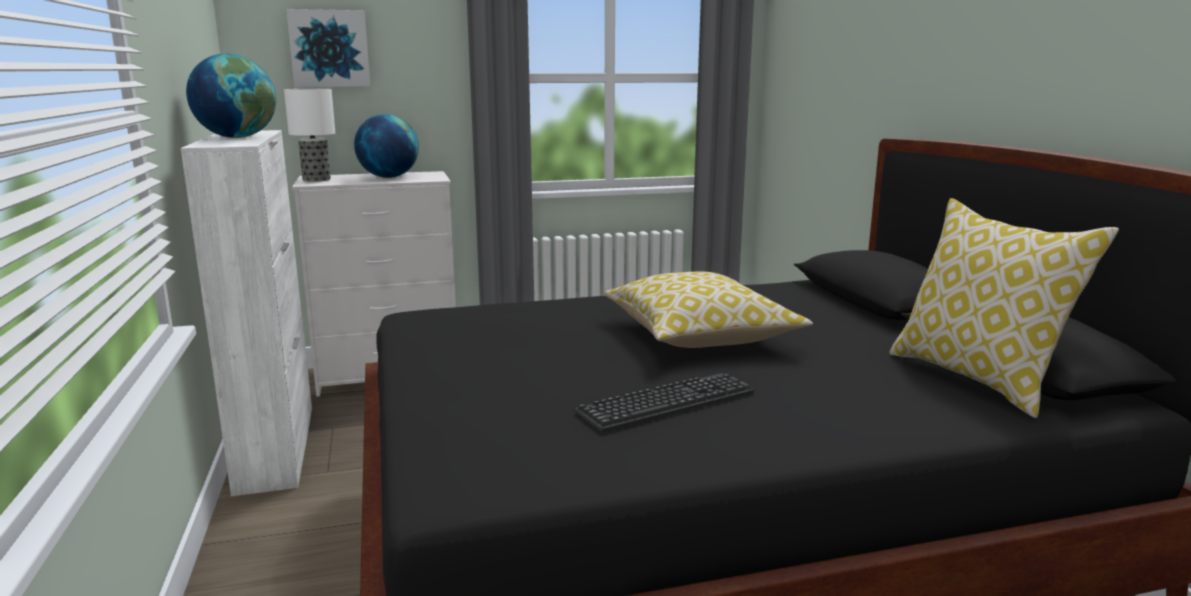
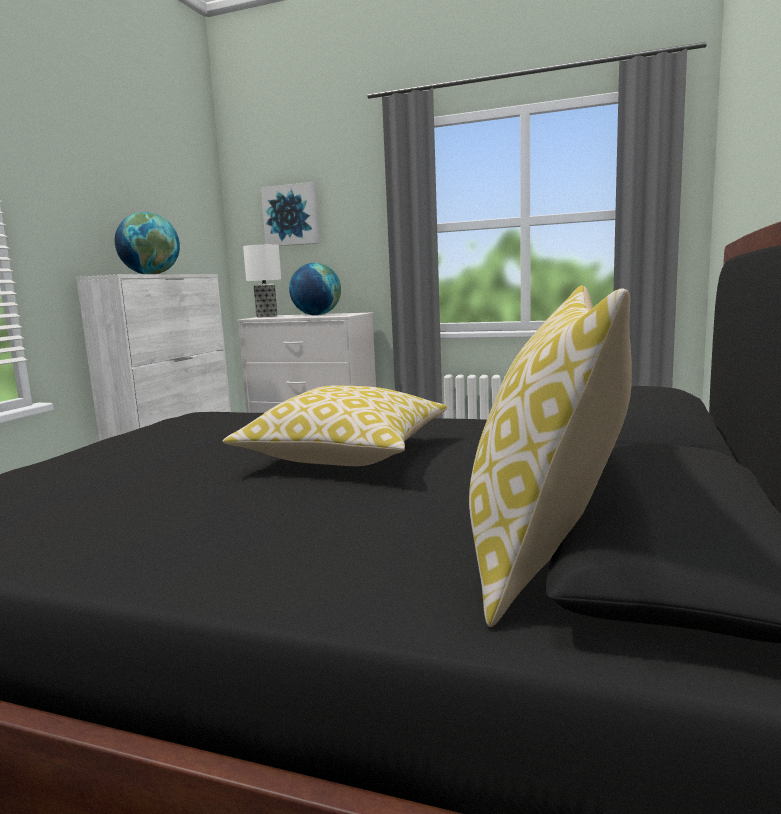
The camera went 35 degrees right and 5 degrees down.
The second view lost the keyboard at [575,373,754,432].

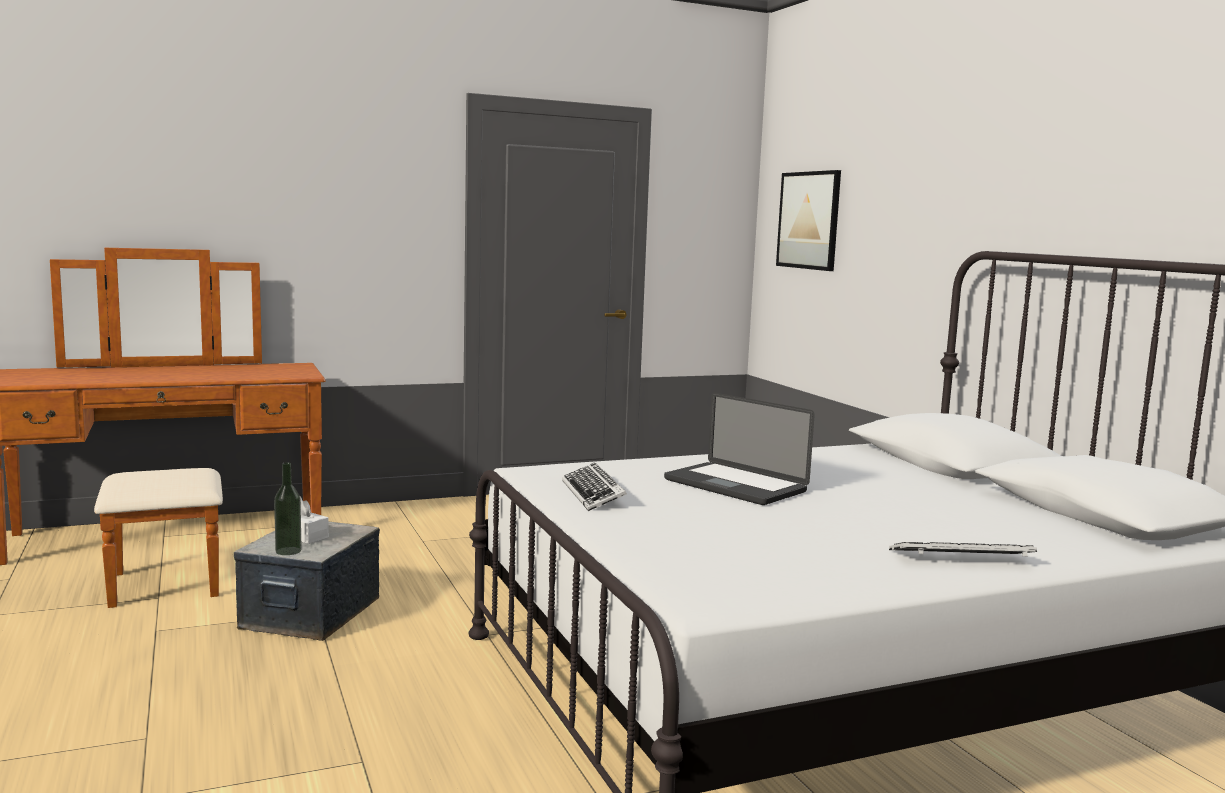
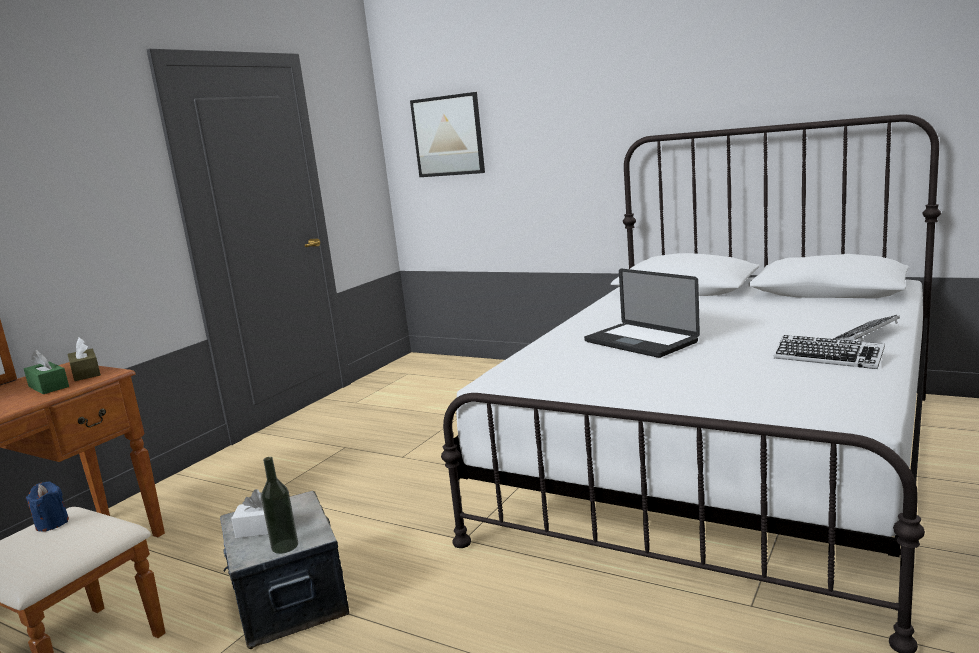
The camera went 35 degrees left and 5 degrees up.
The notebook computer at [664,393,815,505] ended up facing another way, 45 degrees clockwise from before.
The keyboard ended up elsewhere, having gone from [562,462,627,511] to [774,335,885,369].
The second view gained the tissue holder in brown-coloured at [67,337,101,381].
The second view gained the tissue holder in green at [24,350,69,394].
The second view gained the wax light in blue at [26,482,69,532].

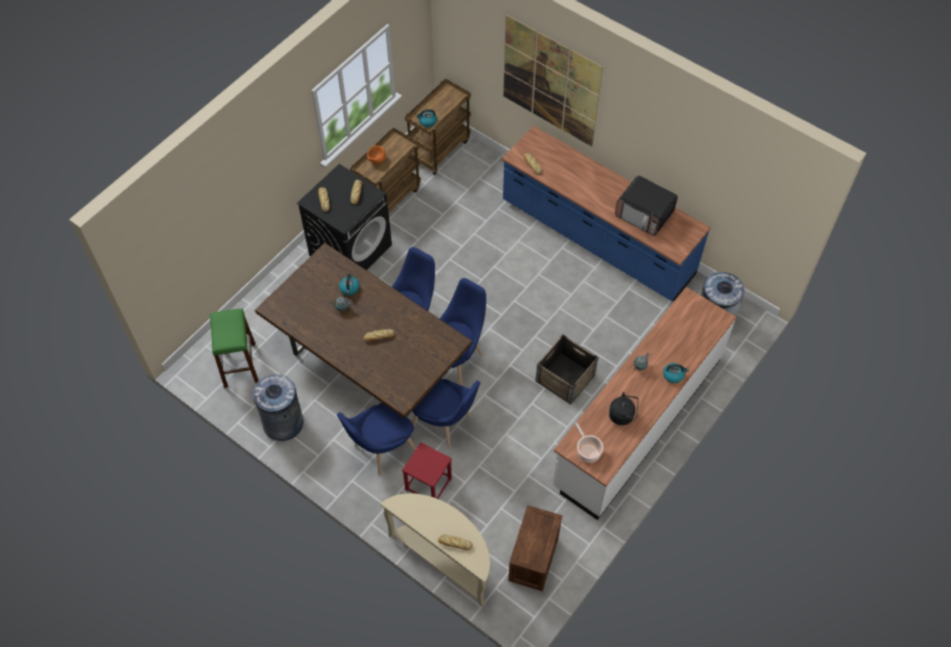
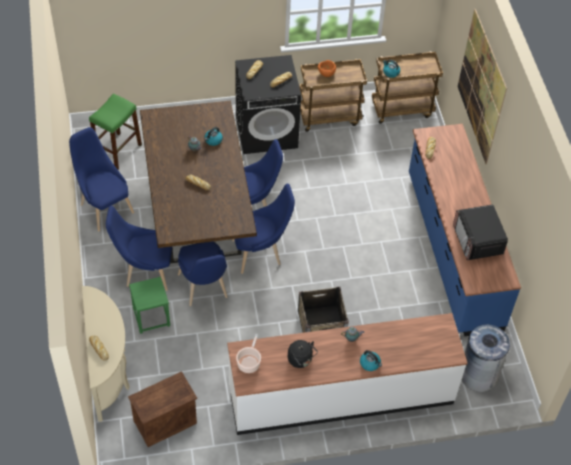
The camera went 40 degrees right and 5 degrees down.
Where the rubbish bin in grey stood at [253,374,304,441], the upright chair in blue came to stand at [69,127,134,231].
What was the sitting stool in red at [402,442,452,499] turned into the sitting stool in green at [129,277,170,334].

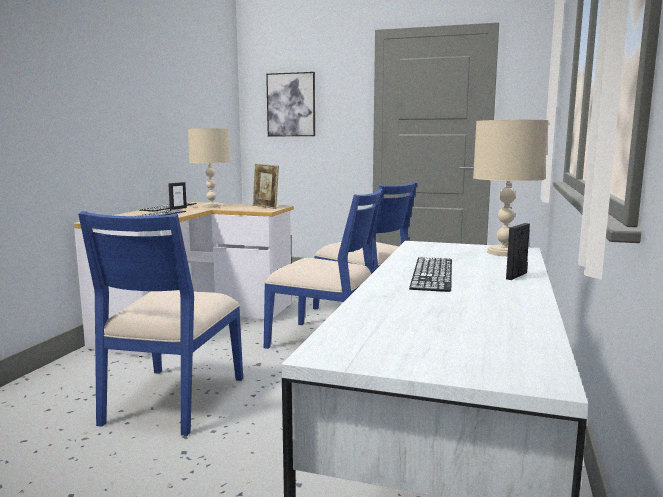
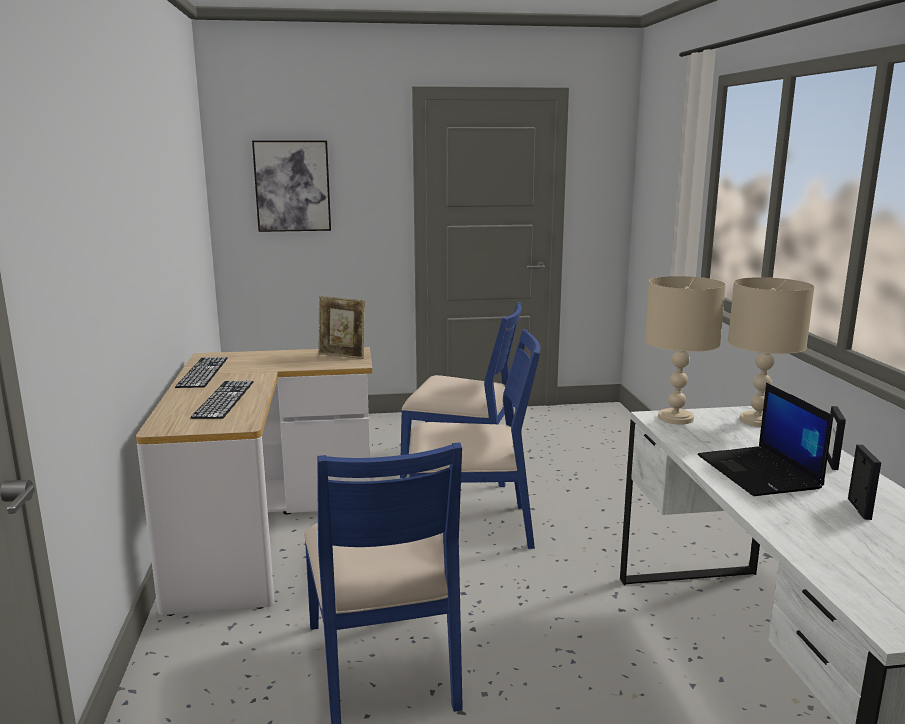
The camera went 25 degrees left and 5 degrees up.
The table lamp in beige-coloured ended up elsewhere, having gone from [188,128,230,208] to [644,276,726,425].
The standing frame ended up elsewhere, having gone from [168,182,187,210] to [848,445,881,520].
Where the keyboard stood at [409,257,452,292], the notebook computer came to stand at [697,383,833,496].

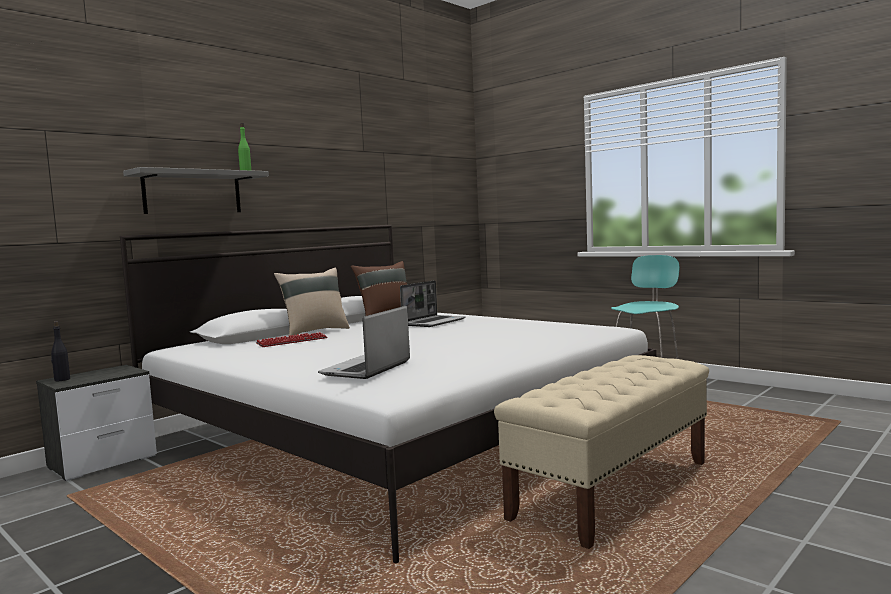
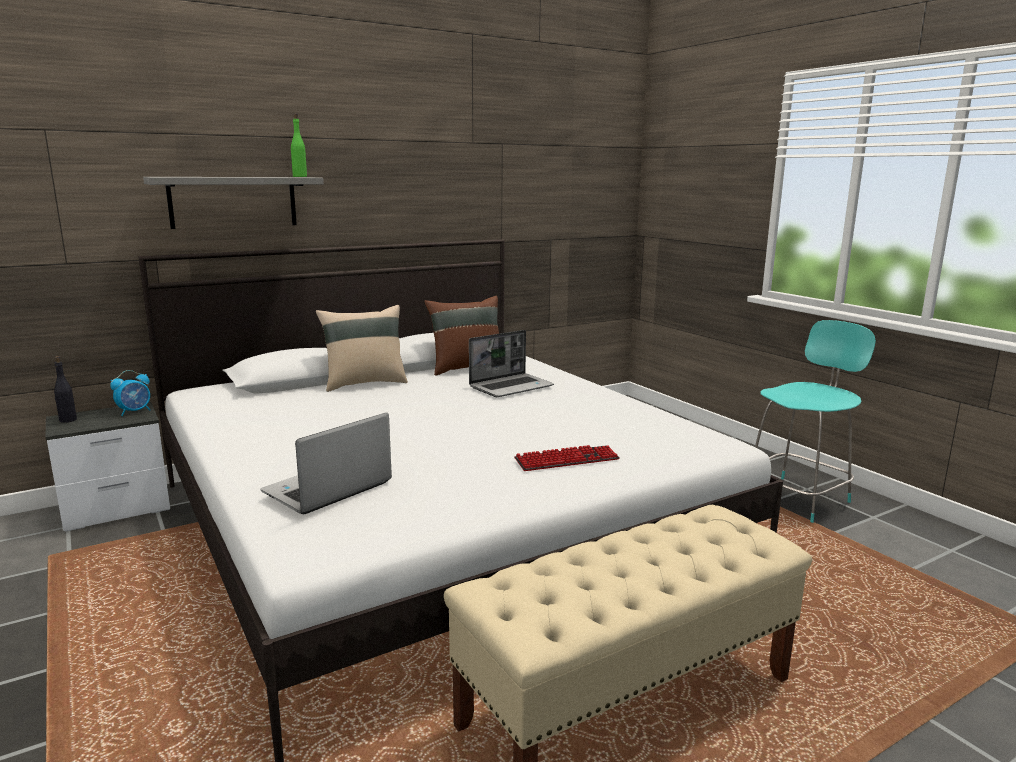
The camera went 15 degrees right and 10 degrees up.
The keyboard ended up elsewhere, having gone from [256,332,327,347] to [515,445,620,471].
The second view gained the table clock at [110,370,150,416].

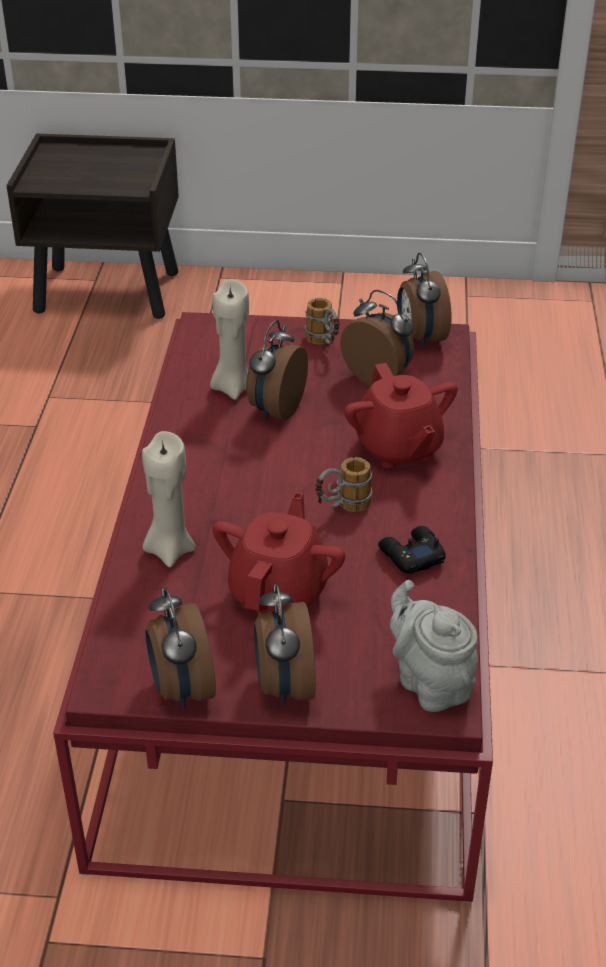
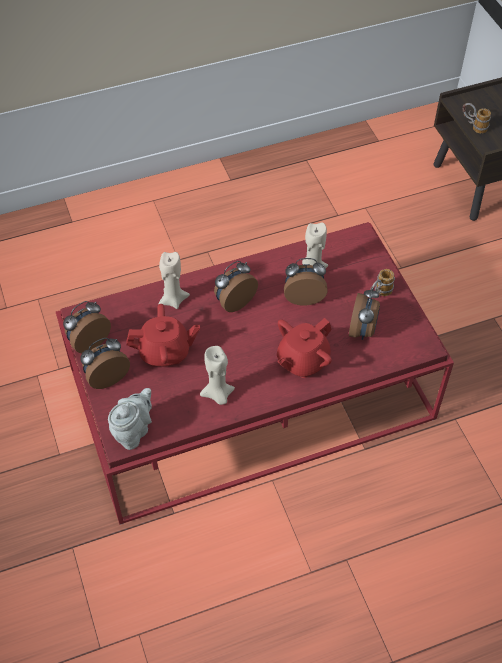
The camera went 65 degrees right and 15 degrees up.
The table clock ended up elsewhere, having gone from [397,253,452,348] to [214,261,258,312].
The tea mug ended up elsewhere, having gone from [315,457,373,512] to [462,103,491,134].
Where the joypad in blackish stood at [378,526,446,574], the wax light in beige-coloured came to stand at [200,346,235,405].

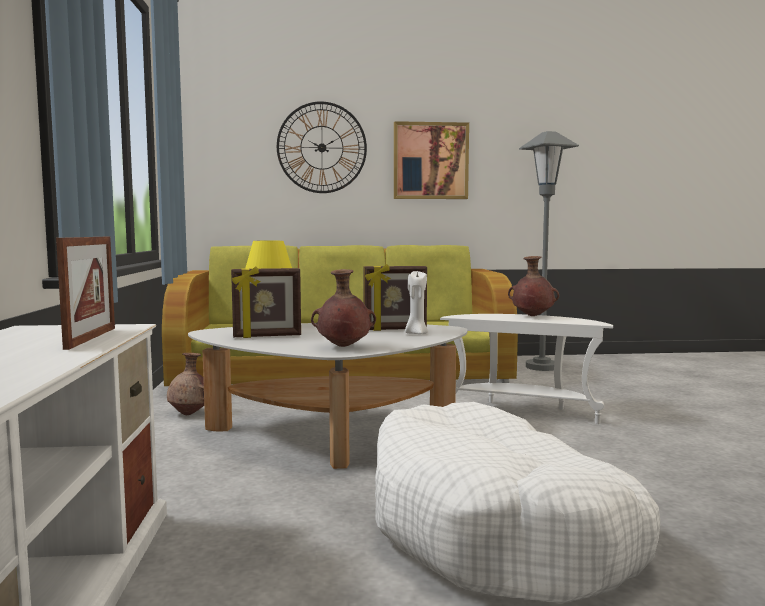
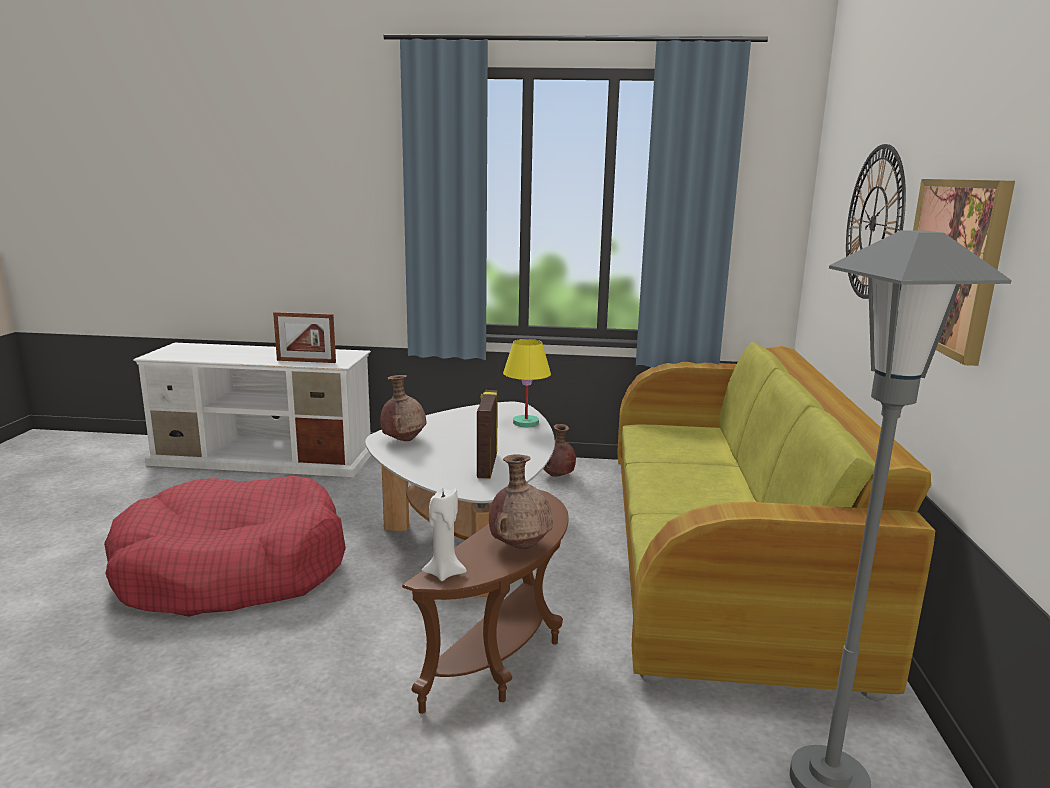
The camera went 100 degrees right and 10 degrees up.
The second view lost the standing frame at [231,266,301,338].
The wax light in whitish ended up elsewhere, having gone from [405,270,428,334] to [422,488,467,581].
What was the side table in whitish at [440,314,613,424] turned into the side table in brown-coloured at [402,490,569,714].
What was the dog cushion in whitish at [375,402,661,604] turned into the dog cushion in red at [104,476,346,617].

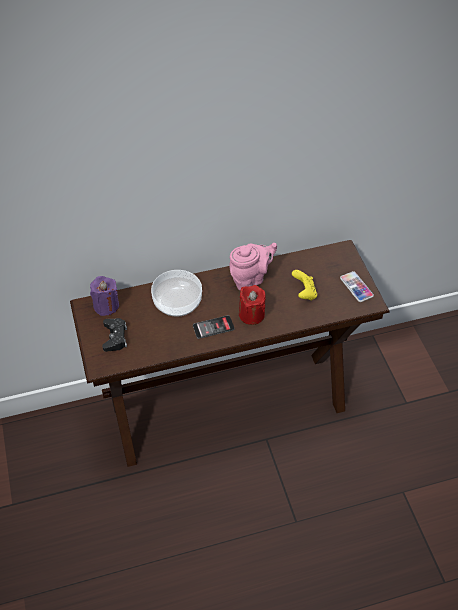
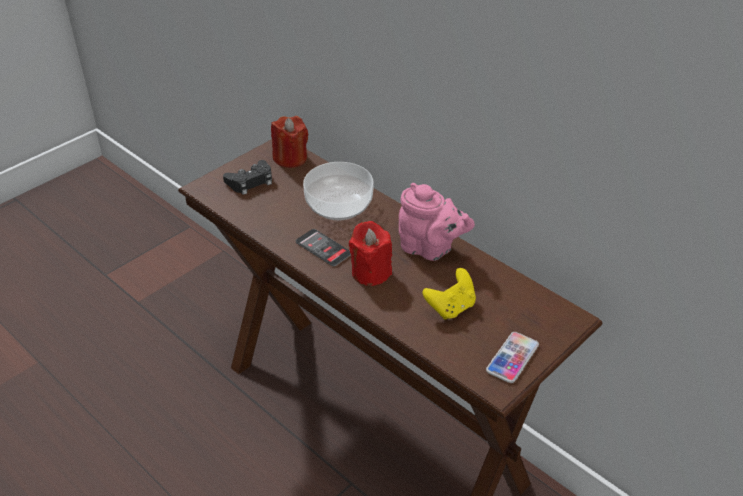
The camera went 60 degrees right and 10 degrees down.
What was the wax light in purple-coloured at [90,276,119,316] turned into the wax light in red at [271,116,308,168].

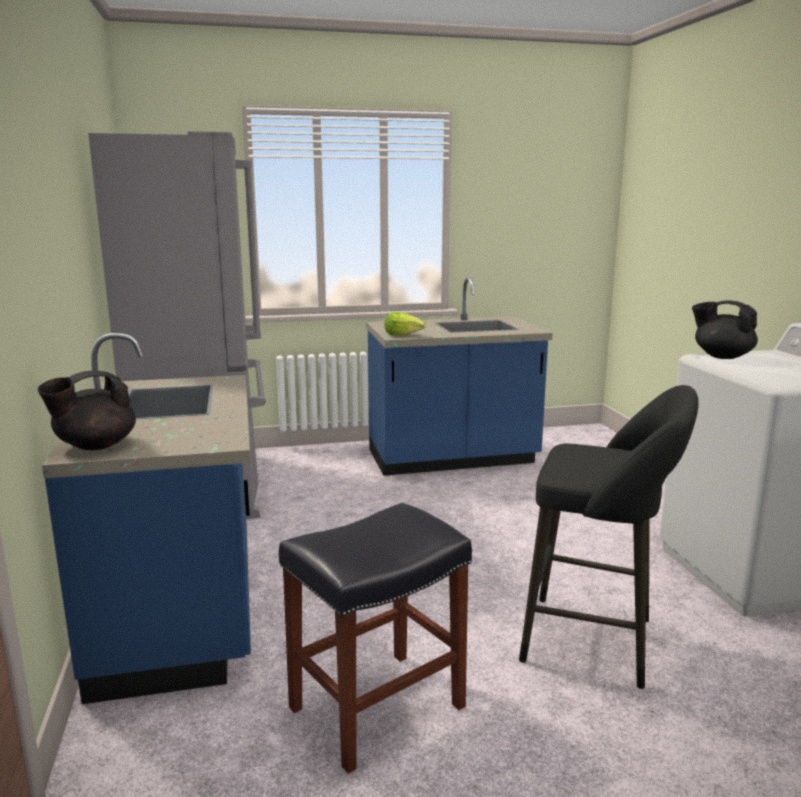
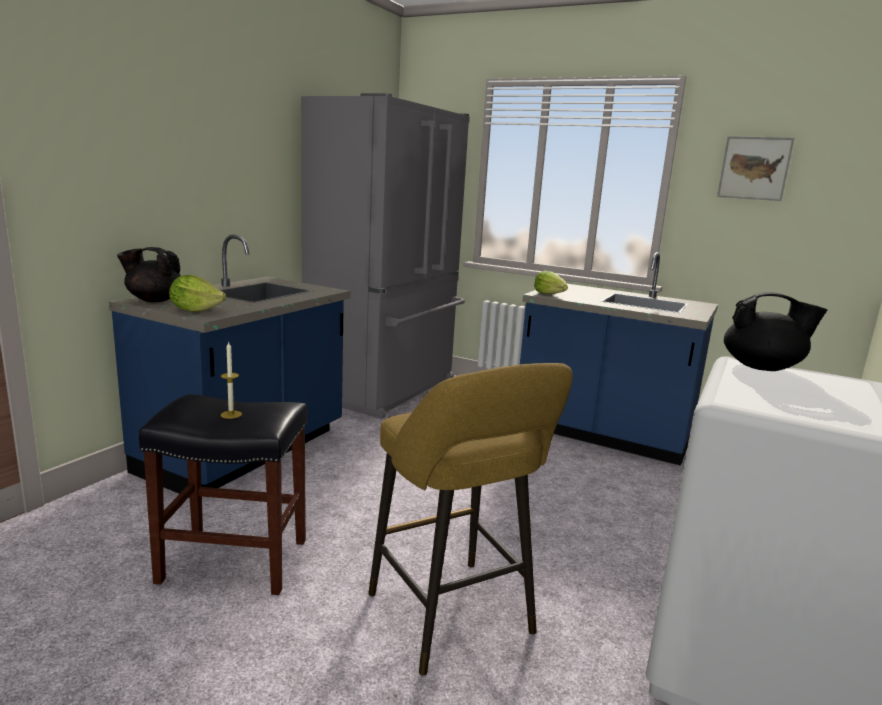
The camera went 40 degrees right and 0 degrees up.
The teapot in blackish at [692,300,758,359] ended up facing another way, 120 degrees clockwise from before.
What was the sitting stool in blackish at [519,385,698,689] turned into the sitting stool in yellowish at [368,363,573,676].
The second view gained the wall art at [717,136,794,201].
The second view gained the lettuce at [169,275,226,312].
The second view gained the wax light at [221,341,242,419].

